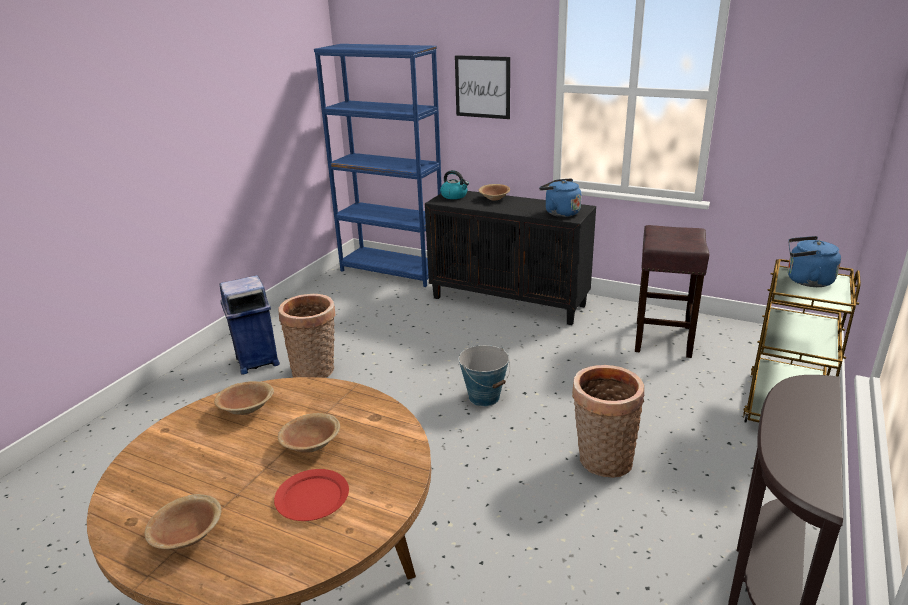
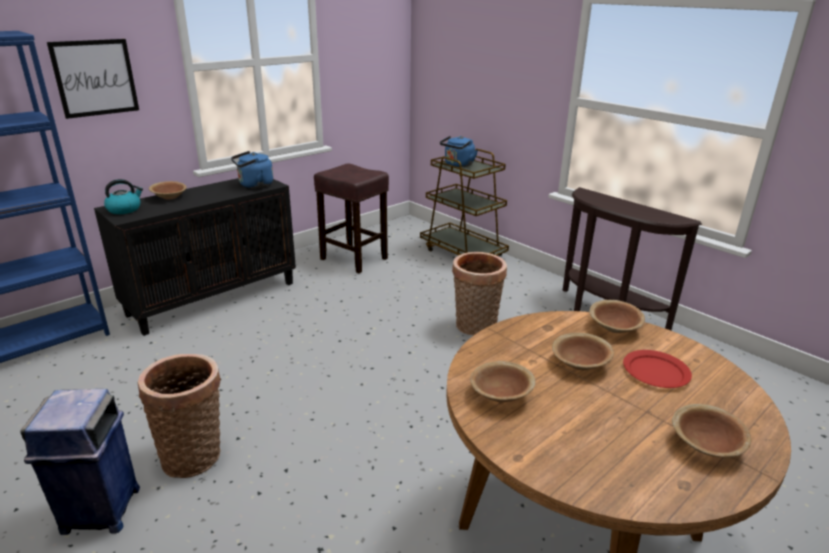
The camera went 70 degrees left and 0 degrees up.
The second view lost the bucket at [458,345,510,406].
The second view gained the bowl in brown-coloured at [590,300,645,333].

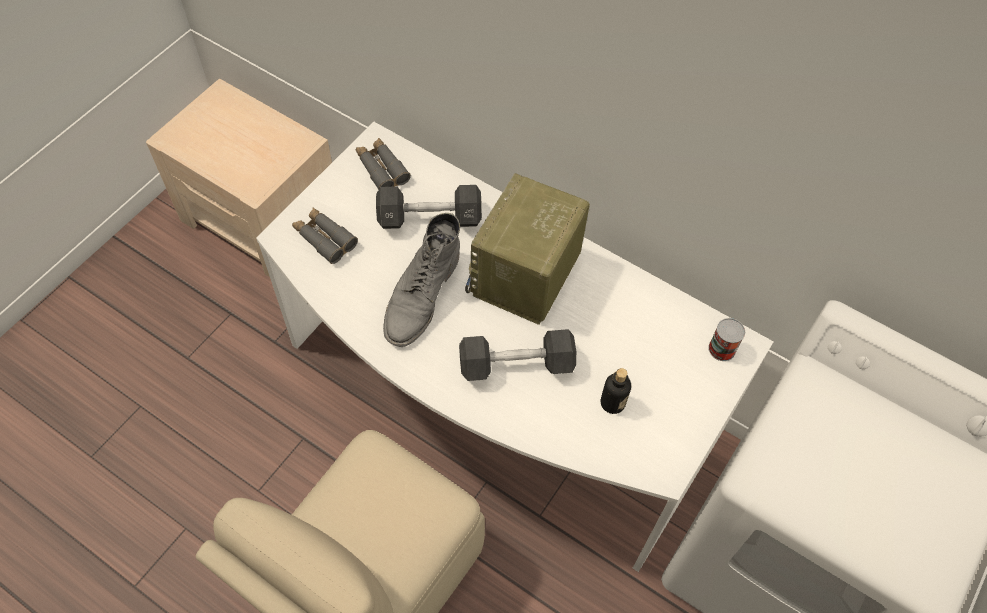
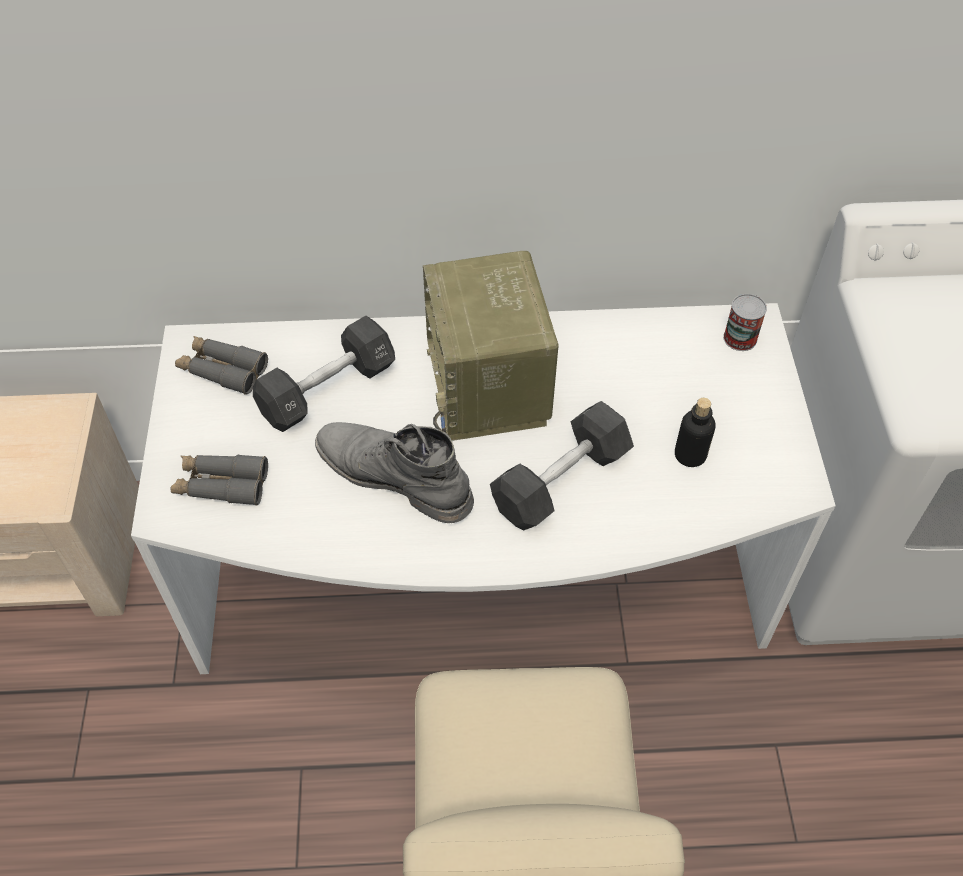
The camera went 35 degrees left and 5 degrees down.
The boot in grey at [383,213,460,347] ended up facing another way, 135 degrees clockwise from before.

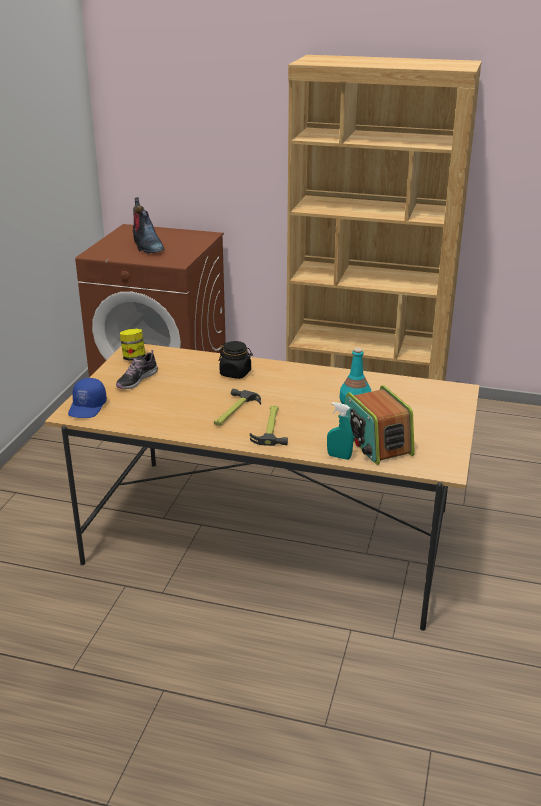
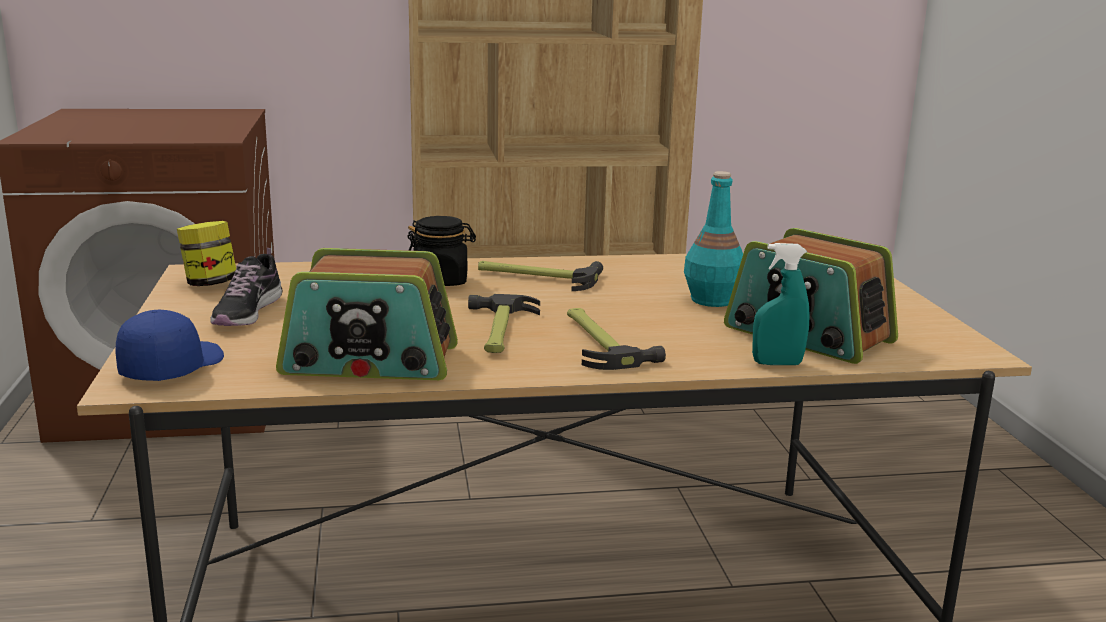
The camera went 25 degrees left and 10 degrees down.
The second view lost the boot at [133,197,164,254].
The baseball cap in blue at [68,378,107,418] ended up facing another way, 150 degrees counterclockwise from before.
The second view gained the radio at [276,248,458,380].
The second view gained the hammer at [478,261,603,291].

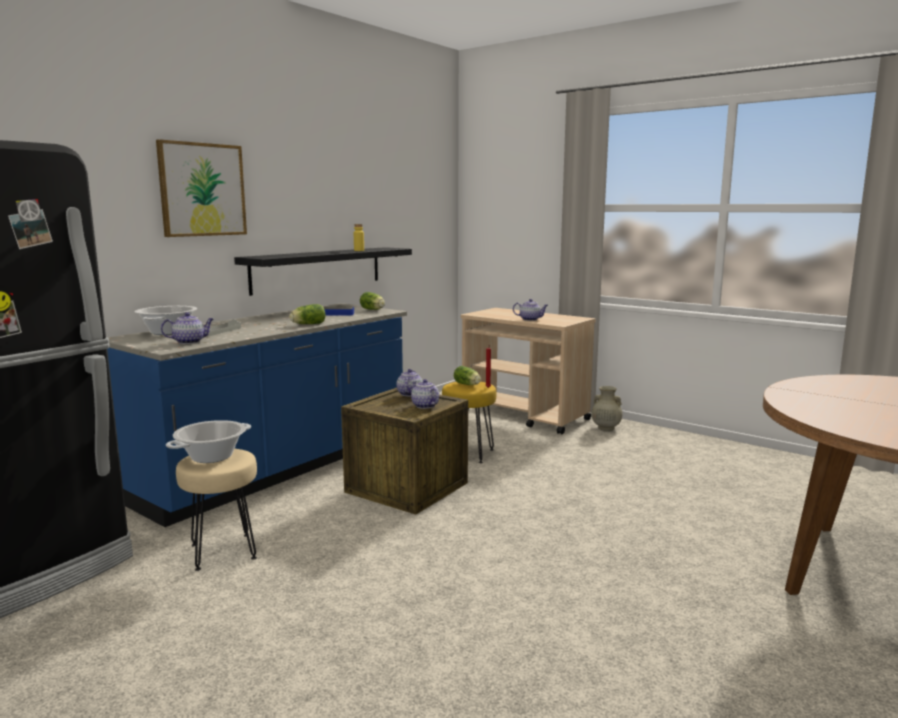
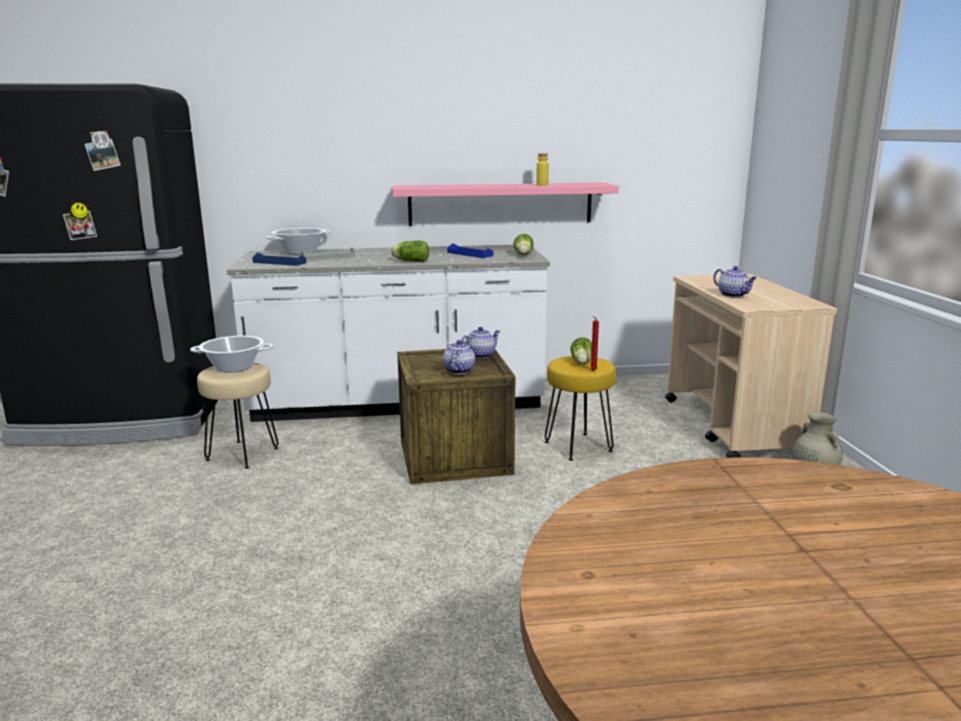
The camera went 45 degrees right and 5 degrees up.
The second view lost the wall art at [156,139,247,237].
What was the bracket shelf in blackish at [234,247,412,296] turned into the bracket shelf in pink-coloured at [392,183,619,226].
What was the kitchen base unit in blue at [107,303,407,527] turned into the kitchen base unit in whitish at [227,245,550,422].
Where the teapot stood at [161,312,214,344], the carrying tray in blue came to stand at [252,252,306,266].

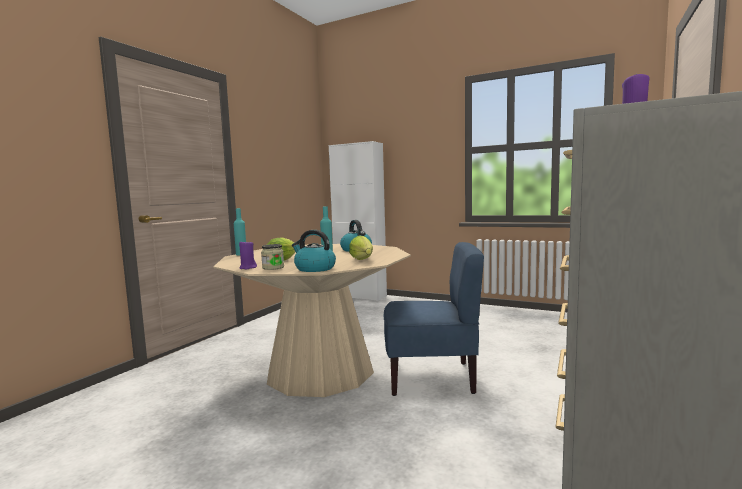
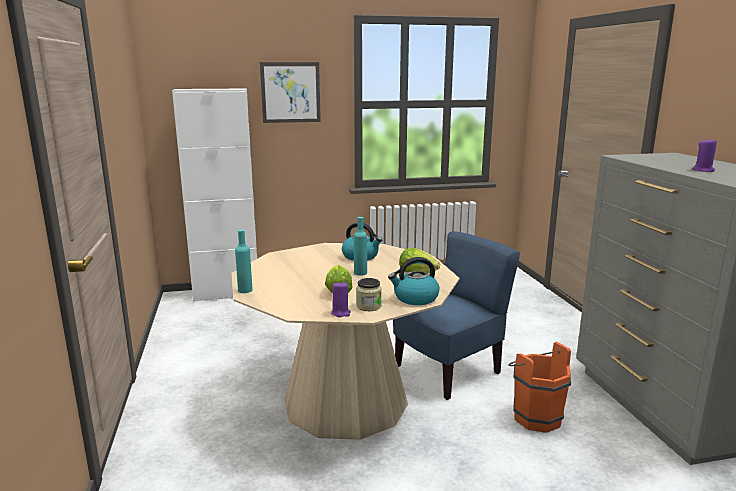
The camera went 40 degrees left and 10 degrees up.
The second view gained the wall art at [260,62,321,123].
The second view gained the bucket in orange-coloured at [508,342,571,433].

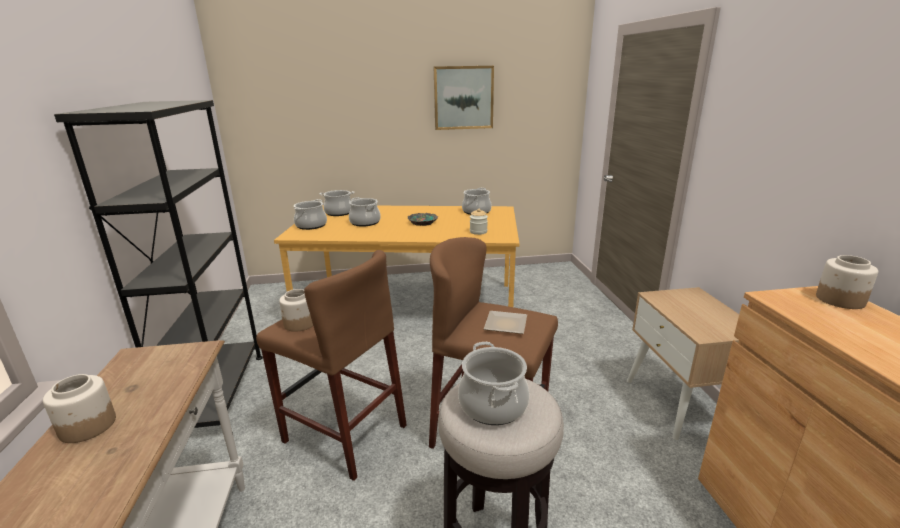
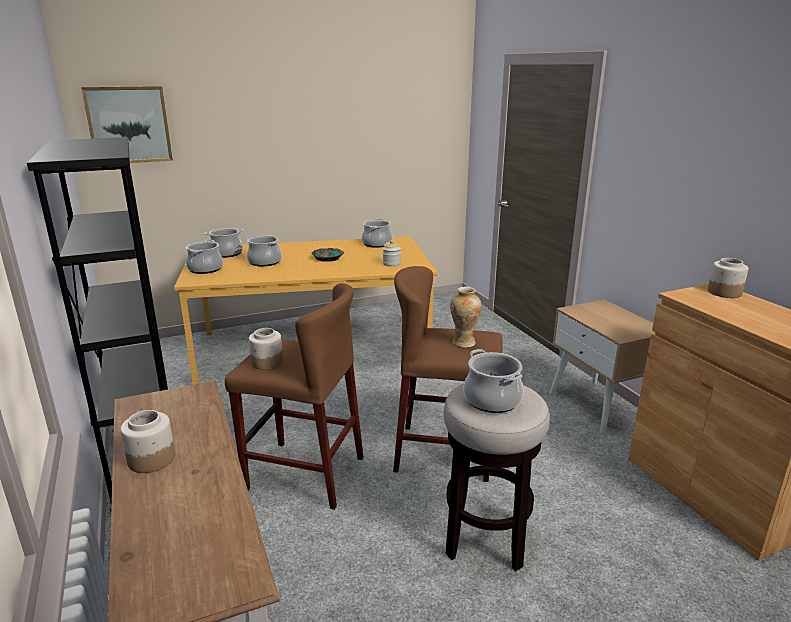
The camera went 15 degrees left and 0 degrees up.
The wall art ended up elsewhere, having gone from [434,66,494,130] to [81,86,173,163].
Where the flat dish stood at [484,311,527,334], the vase came to stand at [450,287,482,348].

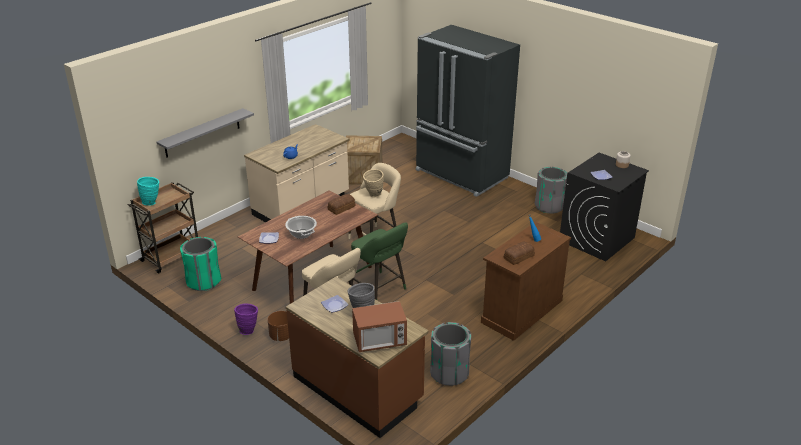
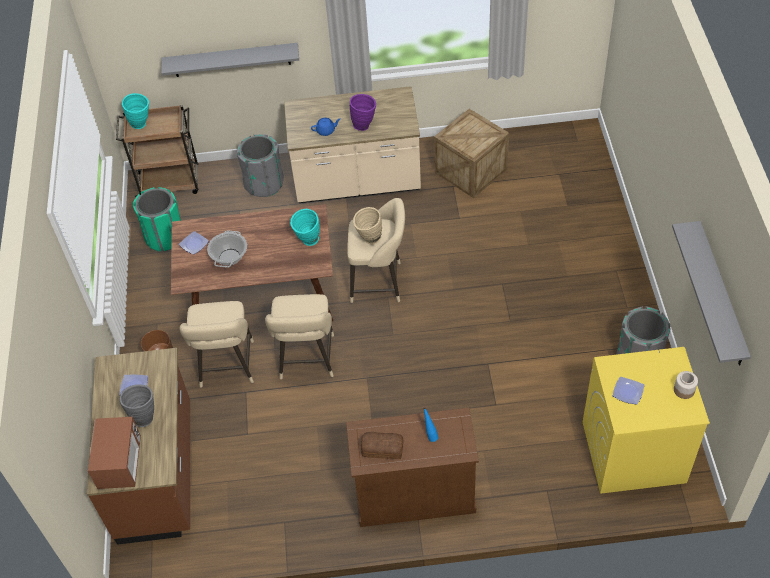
The camera went 45 degrees right and 20 degrees up.
The second view lost the refrigerator in blackish at [416,25,520,197].
What was the laundry appliance in blackish at [560,153,649,261] turned into the laundry appliance in yellowish at [583,347,710,494].
Where the bakery bread stood at [328,194,355,215], the vase in turquoise came to stand at [290,209,320,246].
What was the sitting stool in green at [351,222,408,300] turned into the sitting stool in beige-coloured at [265,294,334,379].
The kitchen microwave at [352,301,407,352] ended up facing another way, 120 degrees counterclockwise from before.
The vase in purple-coloured ended up elsewhere, having gone from [234,304,258,335] to [350,94,376,131].
The rubbish bin in grey ended up elsewhere, having gone from [430,322,471,386] to [237,134,284,197].
The second view gained the bracket shelf in grey at [672,221,751,365].

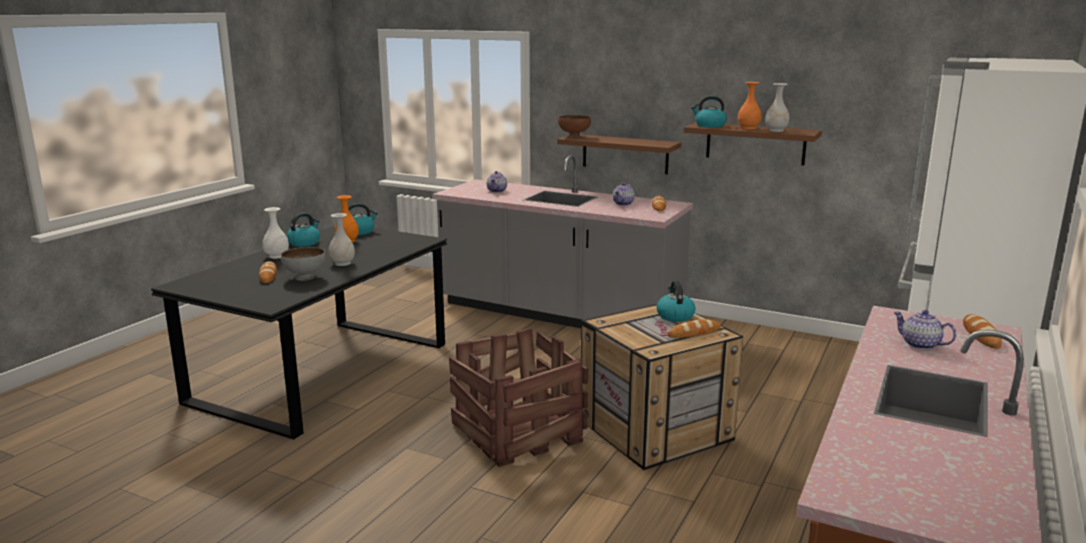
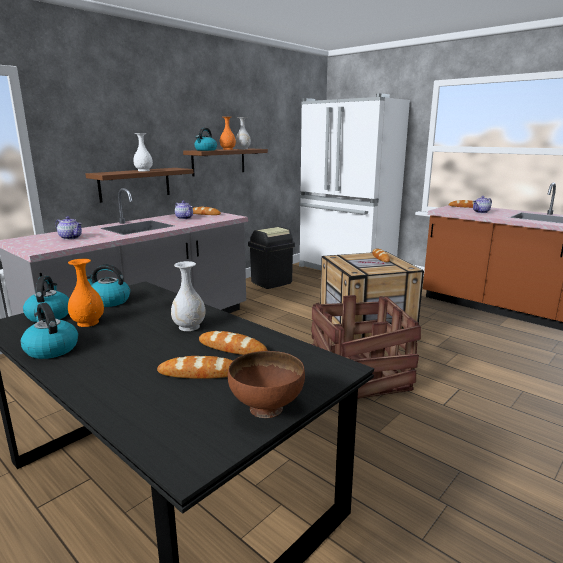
The camera went 75 degrees left and 0 degrees up.
The bowl in brown-coloured ended up elsewhere, having gone from [558,115,591,138] to [228,351,305,418].
The vase in whitish ended up elsewhere, having gone from [263,207,289,259] to [133,133,153,171].
Where the bowl in grey stood at [281,247,325,281], the bakery bread came to stand at [199,331,268,355].
The water kettle ended up elsewhere, having gone from [656,280,696,322] to [87,265,130,307].
The second view gained the rubbish bin in blackish at [248,227,295,289].

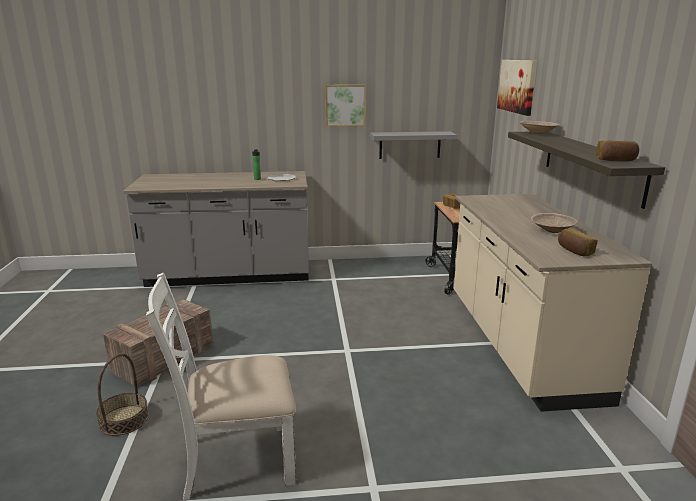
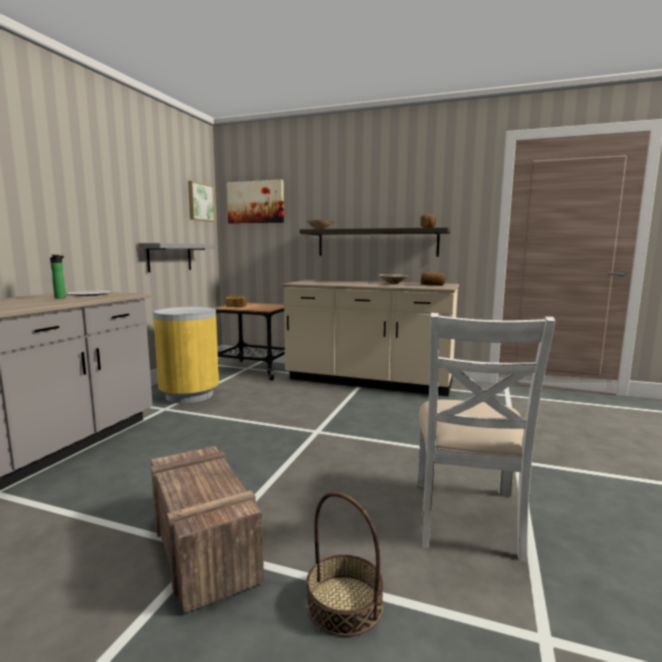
The camera went 65 degrees left and 10 degrees down.
The wall art ended up elsewhere, having gone from [325,85,366,127] to [188,181,215,222].
The second view gained the rubbish bin in yellowish at [153,307,219,403].

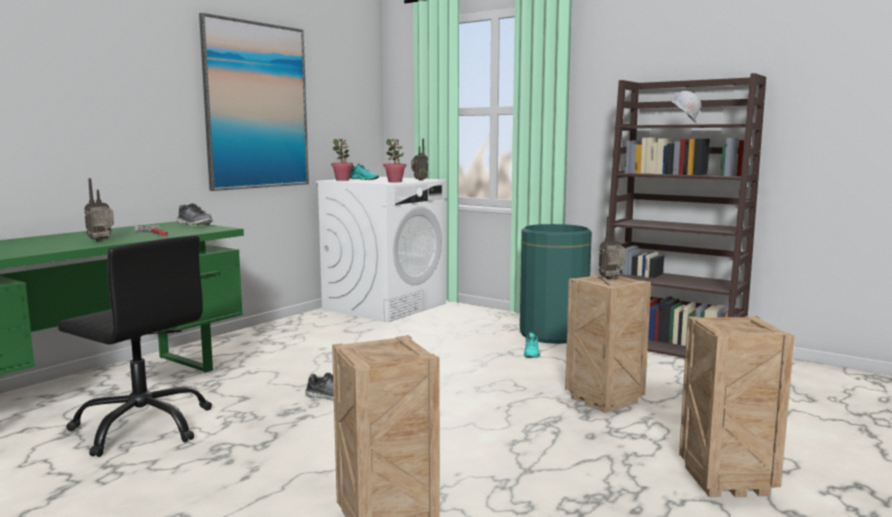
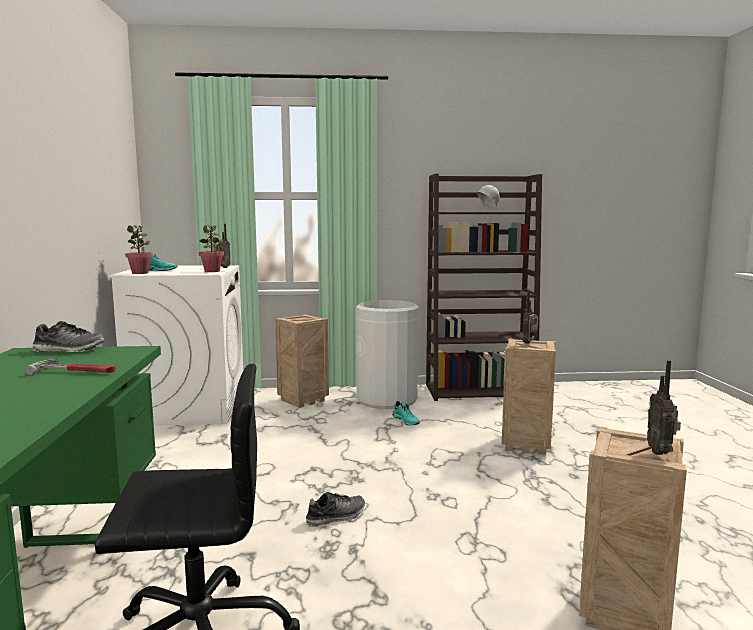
The camera went 40 degrees left and 0 degrees up.
The second view lost the wall art at [199,13,309,191].
The radio ended up elsewhere, having gone from [84,178,114,241] to [647,360,681,455].
What was the rubbish bin in green at [520,224,592,344] turned into the rubbish bin in whitish at [356,300,419,409].
The crate ended up elsewhere, having gone from [679,316,795,497] to [275,314,329,408].

